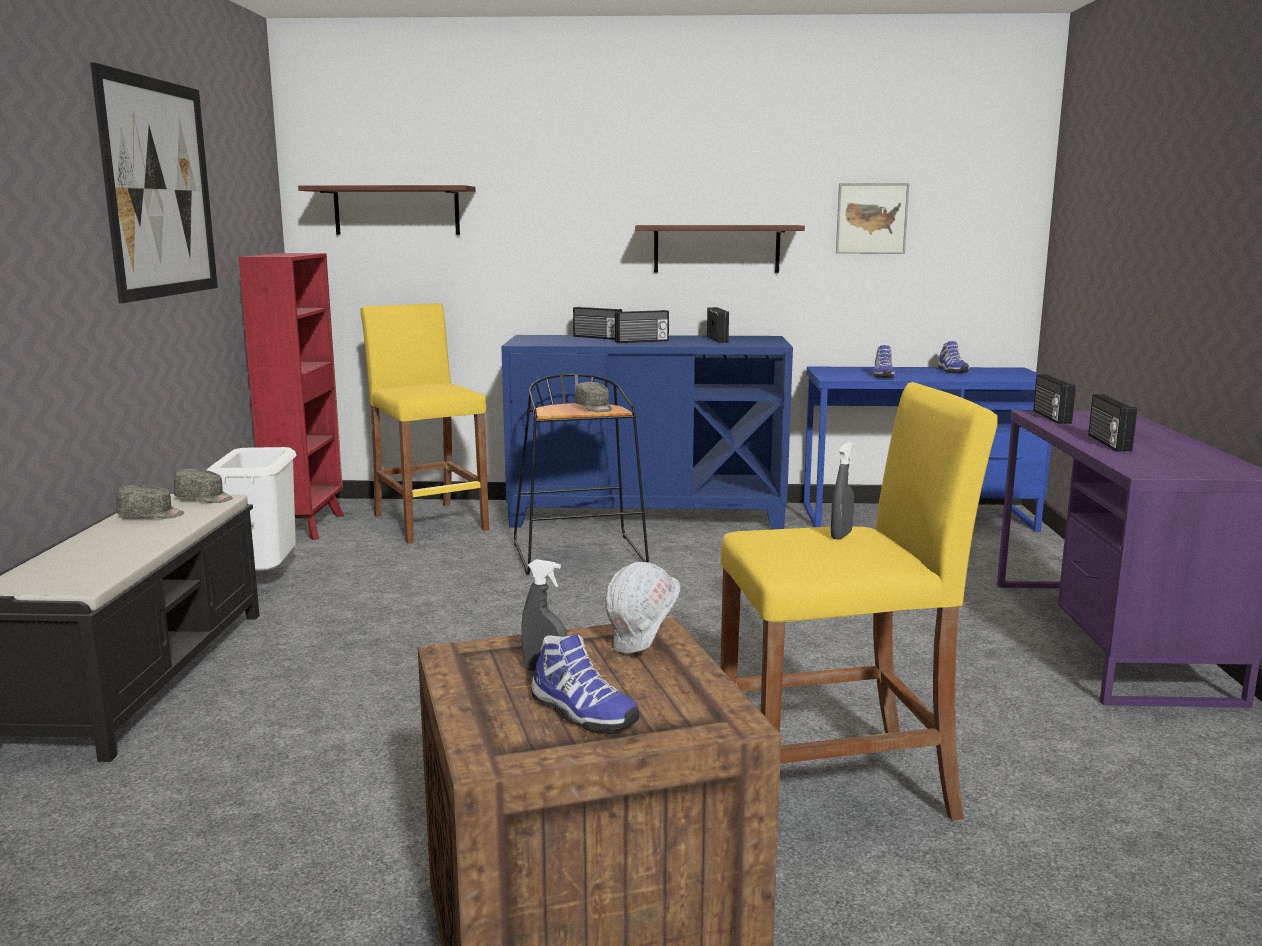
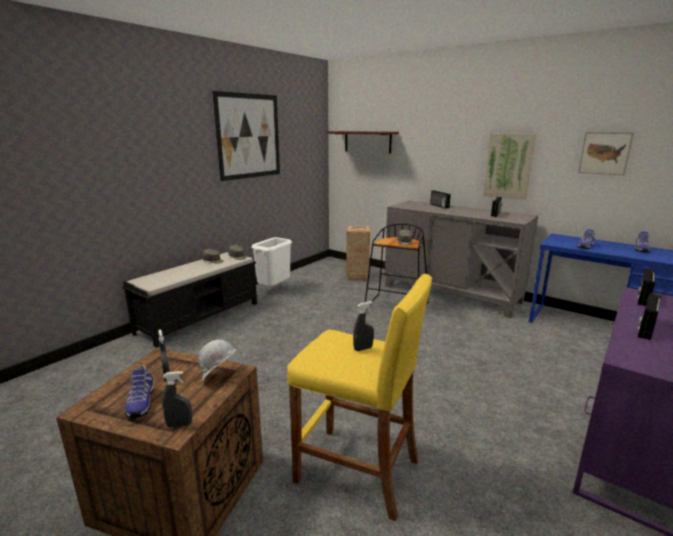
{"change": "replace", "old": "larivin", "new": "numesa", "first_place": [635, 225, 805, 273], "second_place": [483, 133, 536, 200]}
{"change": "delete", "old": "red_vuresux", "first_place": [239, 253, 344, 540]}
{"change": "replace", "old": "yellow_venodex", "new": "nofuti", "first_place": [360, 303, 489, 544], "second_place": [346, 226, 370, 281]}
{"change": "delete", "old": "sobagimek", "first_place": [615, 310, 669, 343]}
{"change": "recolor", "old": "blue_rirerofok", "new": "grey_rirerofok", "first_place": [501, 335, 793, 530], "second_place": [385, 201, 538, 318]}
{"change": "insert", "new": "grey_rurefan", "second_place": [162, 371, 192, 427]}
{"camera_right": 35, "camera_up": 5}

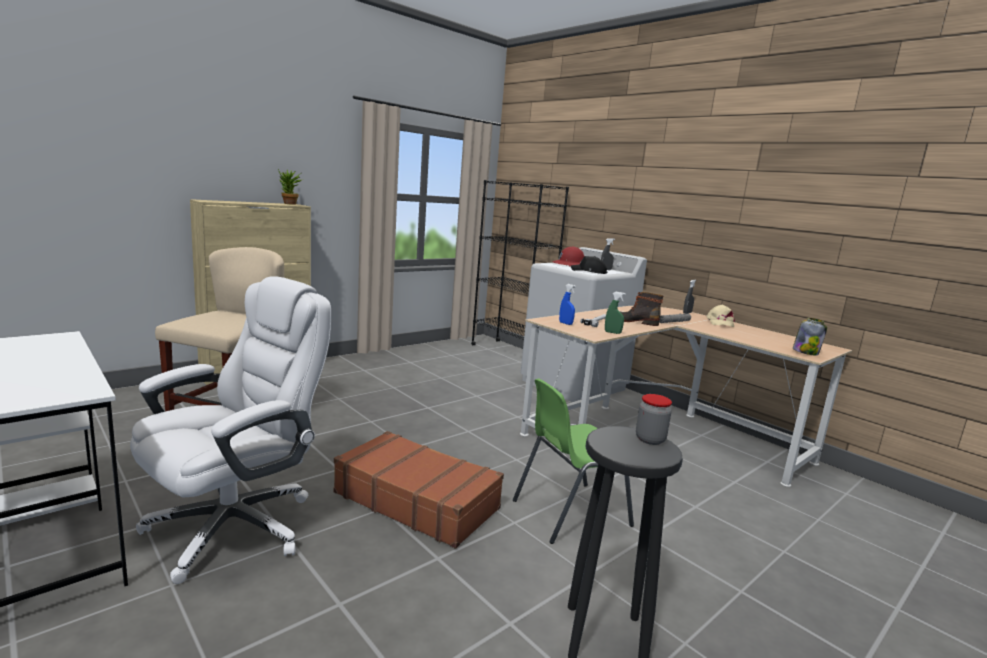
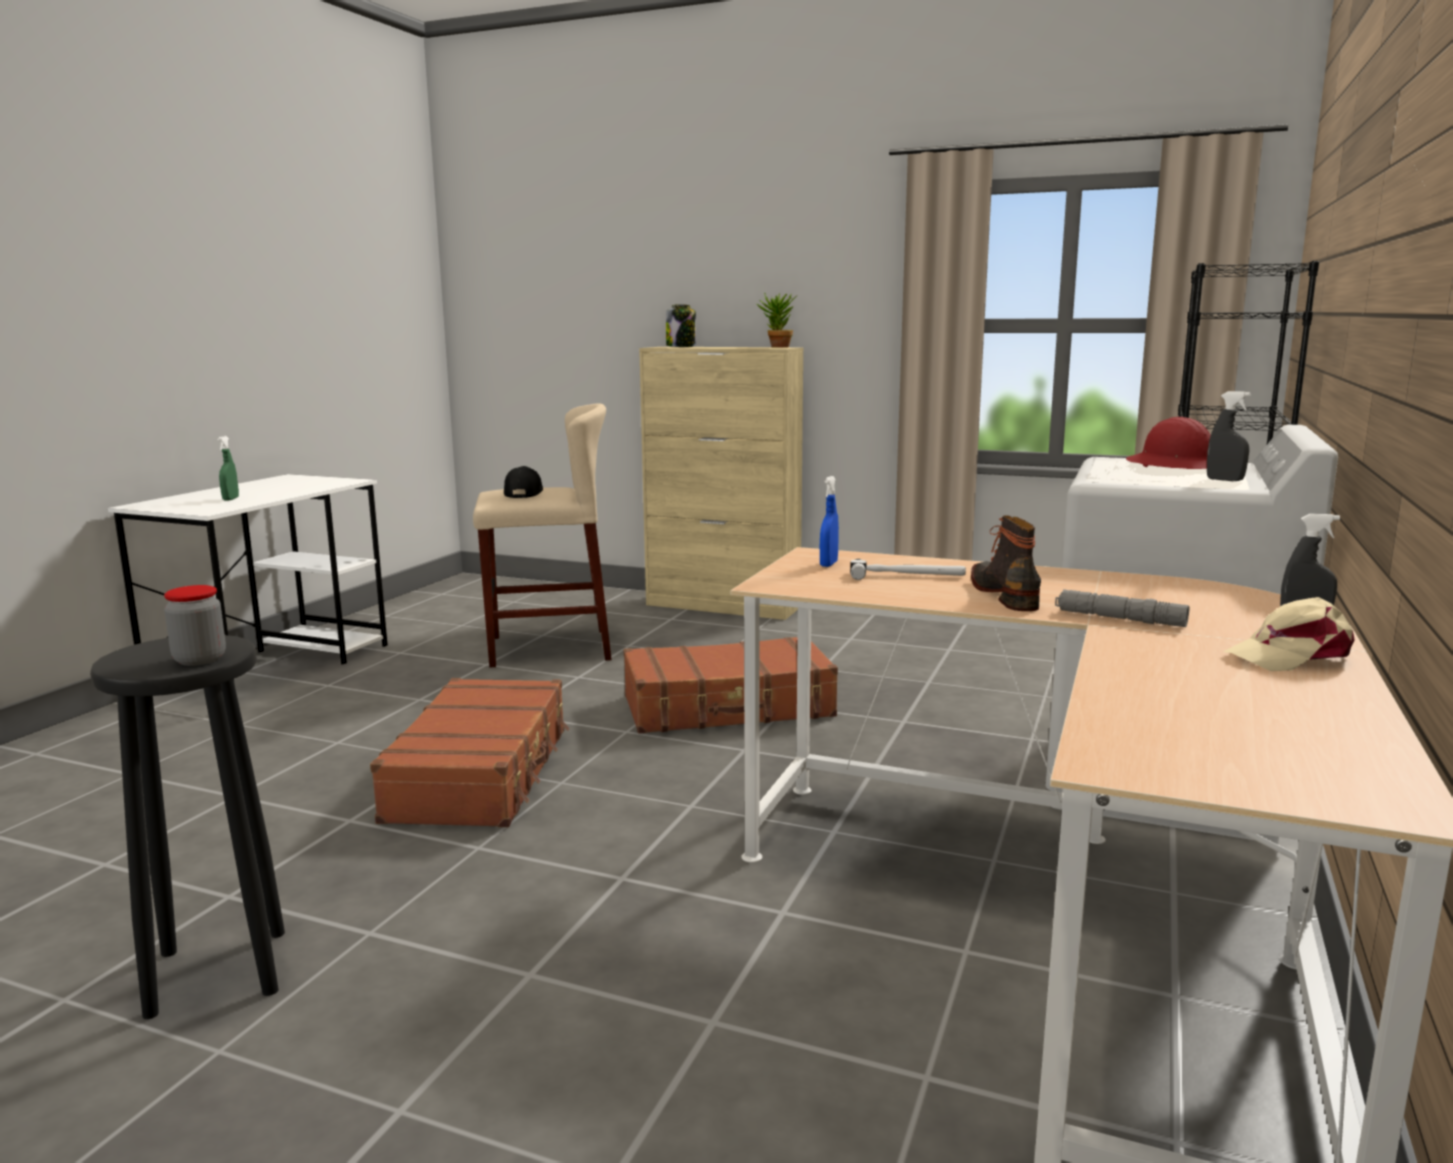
{"change": "move", "old": "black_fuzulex", "first_place": [571, 256, 607, 274], "second_place": [504, 466, 543, 498]}
{"change": "delete", "old": "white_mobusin", "first_place": [130, 276, 331, 584]}
{"change": "move", "old": "green_rurefan", "first_place": [605, 292, 626, 334], "second_place": [217, 436, 239, 500]}
{"change": "move", "old": "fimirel", "first_place": [793, 318, 827, 356], "second_place": [666, 304, 696, 347]}
{"change": "delete", "old": "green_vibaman", "first_place": [513, 378, 634, 544]}
{"change": "insert", "new": "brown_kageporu", "second_place": [623, 637, 838, 734]}
{"camera_right": 65, "camera_up": 0}

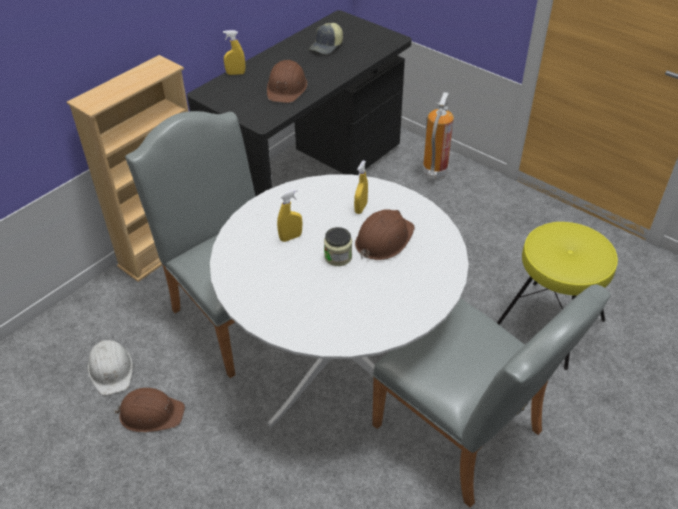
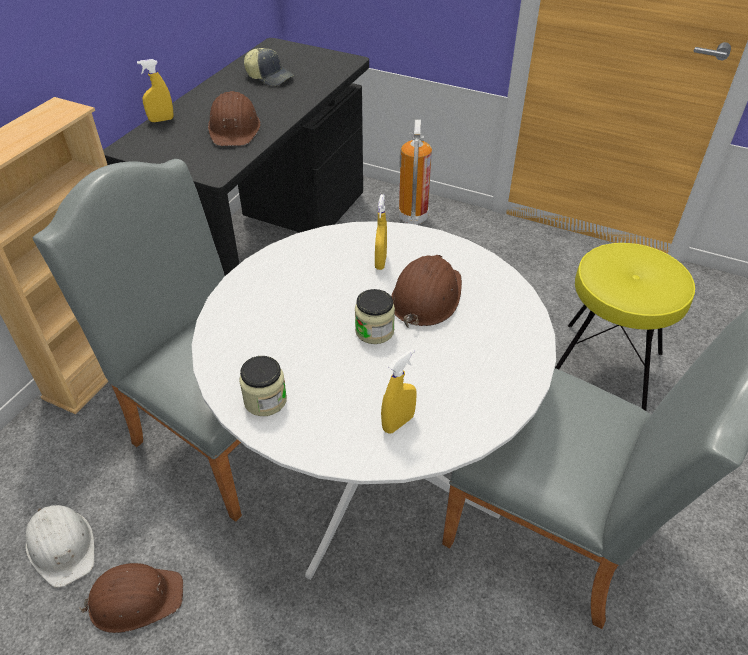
{"change": "rotate", "old": "fuzulex", "first_place": [309, 23, 343, 55], "second_place": [244, 48, 294, 86], "degrees": -75}
{"change": "move", "old": "yellow_rurefan", "first_place": [277, 189, 302, 242], "second_place": [381, 349, 416, 433]}
{"change": "insert", "new": "fimirel", "second_place": [239, 356, 287, 416]}
{"camera_right": -15, "camera_up": 0}

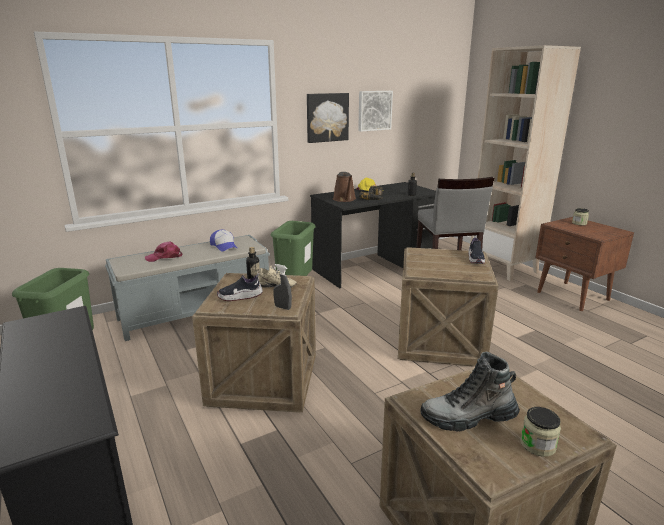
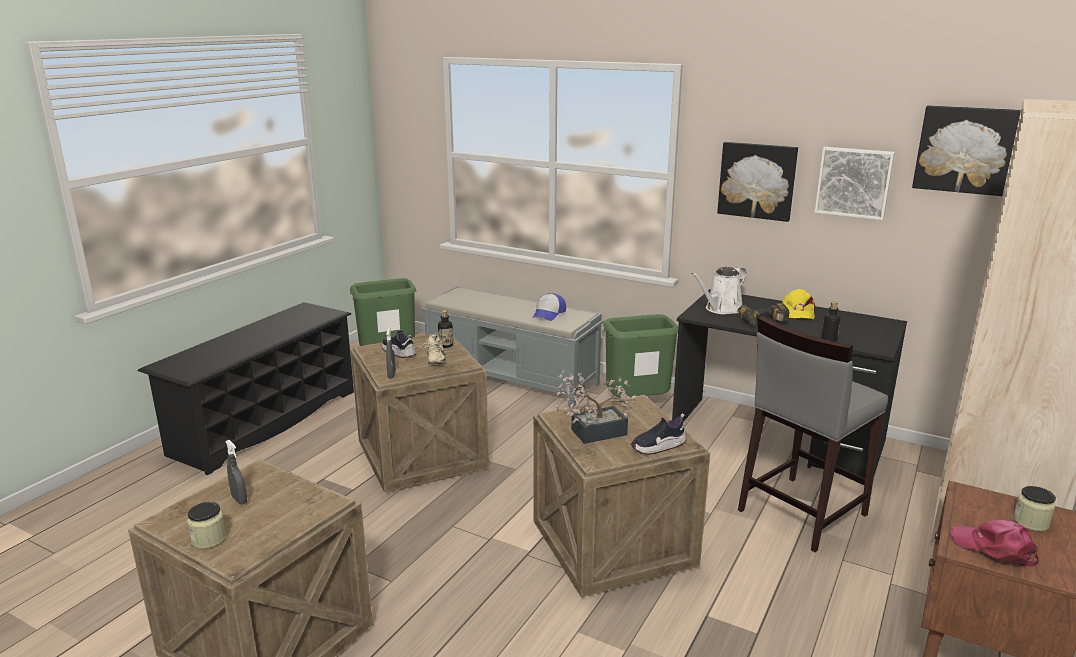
{"change": "recolor", "old": "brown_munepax", "new": "white_munepax", "first_place": [333, 172, 356, 202], "second_place": [691, 267, 747, 314]}
{"change": "move", "old": "pink_fuzulex", "first_place": [145, 241, 183, 262], "second_place": [950, 520, 1039, 567]}
{"change": "replace", "old": "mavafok", "new": "grey_rurefan", "first_place": [421, 351, 520, 431], "second_place": [226, 440, 247, 504]}
{"change": "insert", "new": "numesa", "second_place": [912, 105, 1021, 196]}
{"change": "insert", "new": "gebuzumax", "second_place": [555, 370, 636, 444]}
{"camera_right": 60, "camera_up": 0}

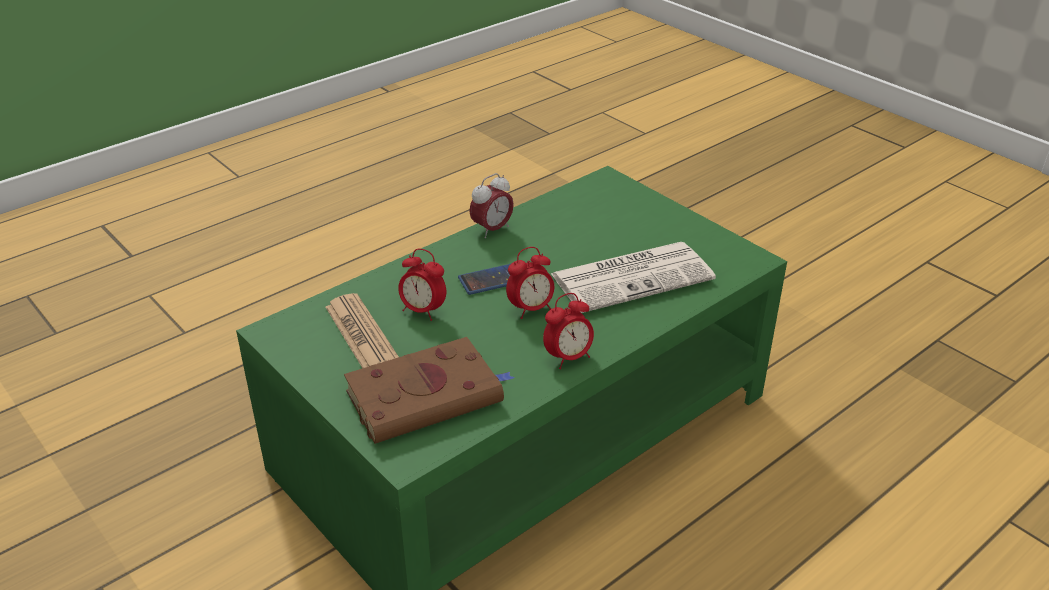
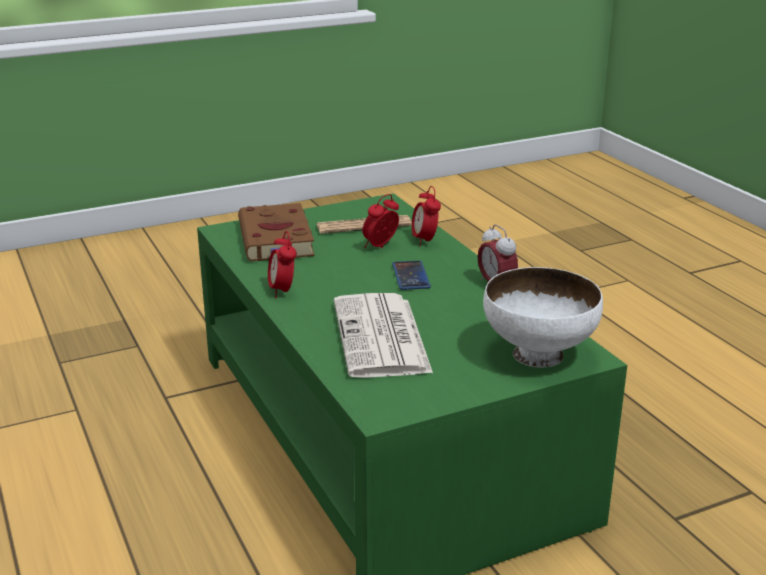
{"change": "move", "old": "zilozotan", "first_place": [506, 247, 554, 319], "second_place": [412, 186, 441, 246]}
{"change": "insert", "new": "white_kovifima", "second_place": [483, 267, 603, 368]}
{"camera_right": 105, "camera_up": -10}

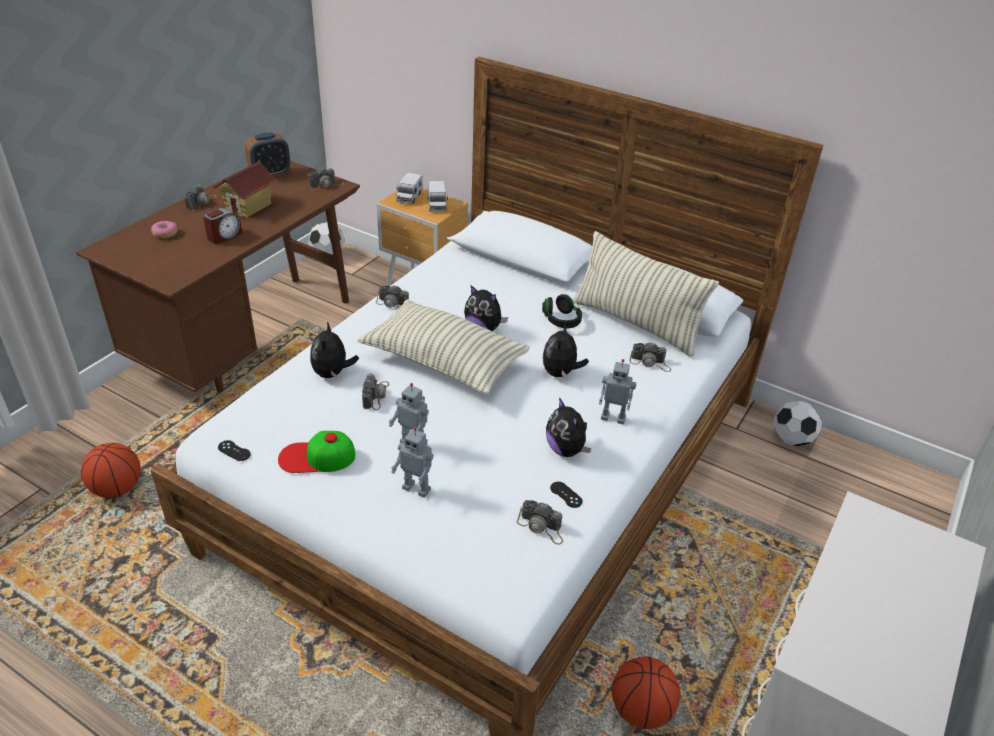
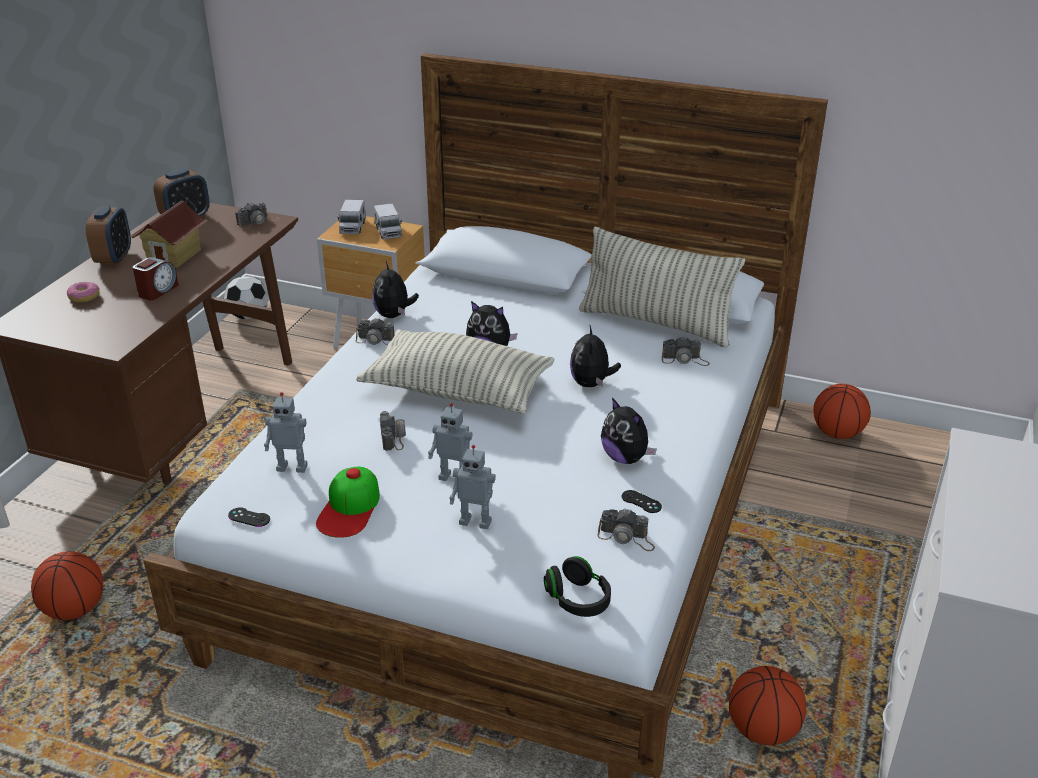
{"change": "replace", "old": "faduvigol", "new": "zilozotan", "first_place": [184, 185, 217, 211], "second_place": [86, 206, 131, 265]}
{"change": "move", "old": "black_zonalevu", "first_place": [542, 294, 582, 328], "second_place": [544, 556, 611, 617]}
{"change": "move", "old": "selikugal", "first_place": [310, 322, 359, 379], "second_place": [372, 262, 419, 318]}
{"change": "move", "old": "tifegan", "first_place": [599, 359, 636, 424], "second_place": [264, 392, 308, 473]}
{"change": "replace", "old": "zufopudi", "new": "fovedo", "first_place": [773, 401, 822, 446], "second_place": [813, 384, 871, 439]}
{"change": "rotate", "old": "fuzulex", "first_place": [278, 431, 355, 473], "second_place": [316, 467, 380, 538], "degrees": -60}
{"camera_right": -10, "camera_up": -5}

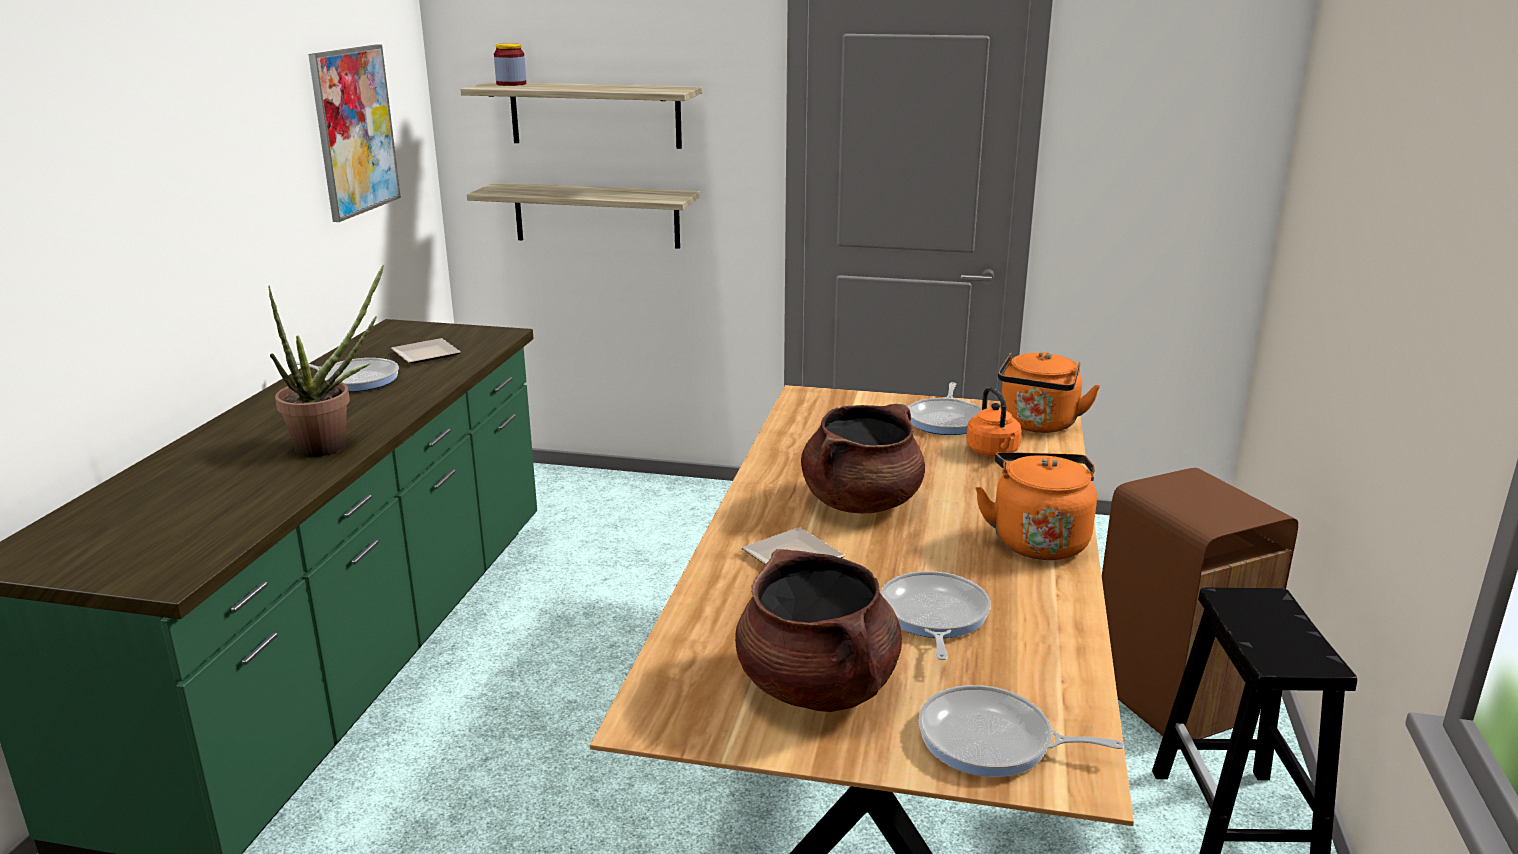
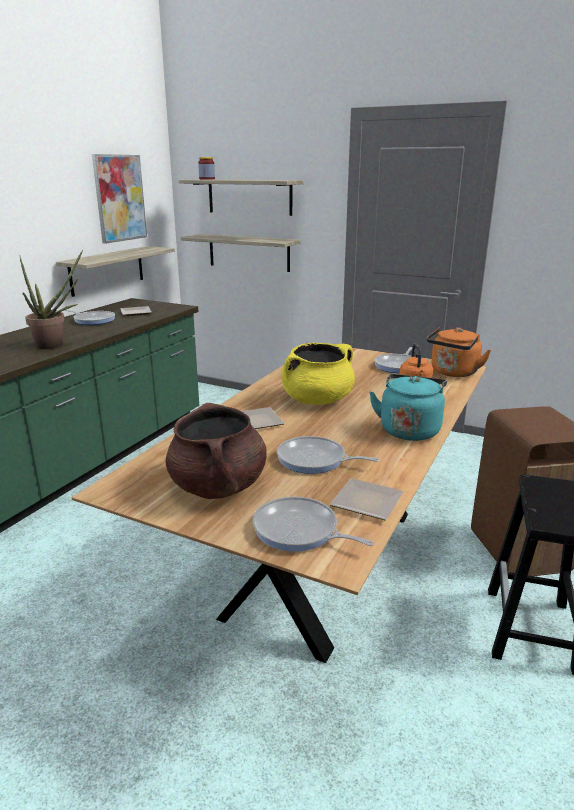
{"change": "recolor", "old": "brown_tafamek", "new": "yellow_tafamek", "first_place": [801, 404, 925, 513], "second_place": [281, 343, 355, 405]}
{"change": "recolor", "old": "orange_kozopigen", "new": "turquoise_kozopigen", "first_place": [975, 452, 1097, 560], "second_place": [369, 374, 447, 441]}
{"change": "rotate", "old": "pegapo", "first_place": [881, 571, 990, 660], "second_place": [277, 436, 379, 474], "degrees": -90}
{"change": "insert", "new": "larivin", "second_place": [56, 246, 175, 297]}
{"change": "insert", "new": "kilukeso", "second_place": [330, 478, 404, 520]}
{"camera_right": 15, "camera_up": 0}

